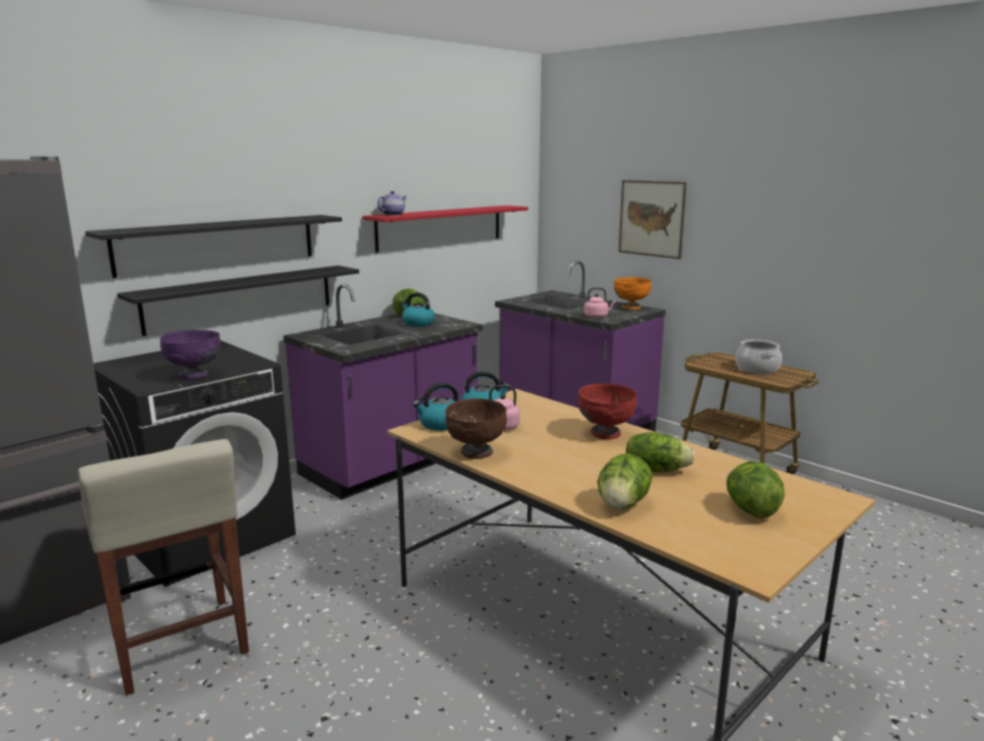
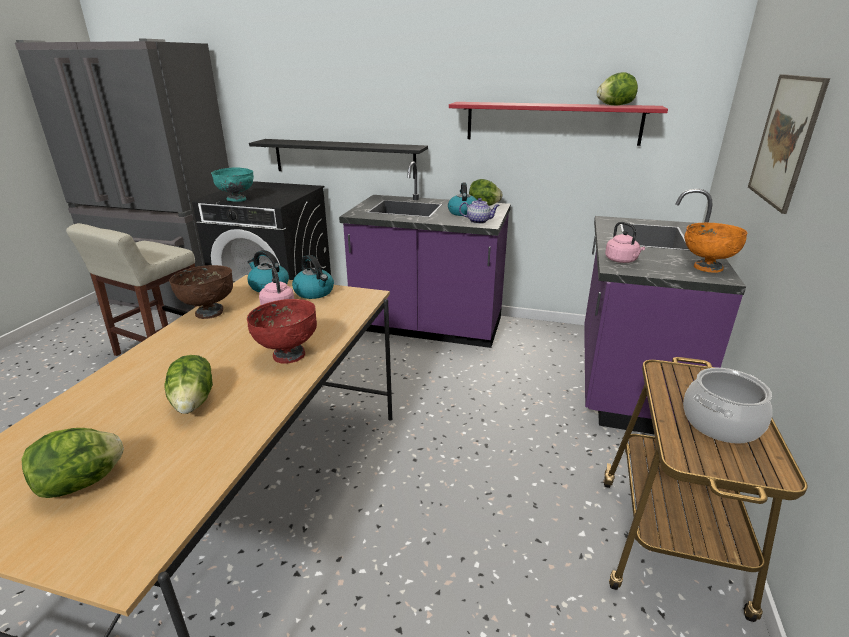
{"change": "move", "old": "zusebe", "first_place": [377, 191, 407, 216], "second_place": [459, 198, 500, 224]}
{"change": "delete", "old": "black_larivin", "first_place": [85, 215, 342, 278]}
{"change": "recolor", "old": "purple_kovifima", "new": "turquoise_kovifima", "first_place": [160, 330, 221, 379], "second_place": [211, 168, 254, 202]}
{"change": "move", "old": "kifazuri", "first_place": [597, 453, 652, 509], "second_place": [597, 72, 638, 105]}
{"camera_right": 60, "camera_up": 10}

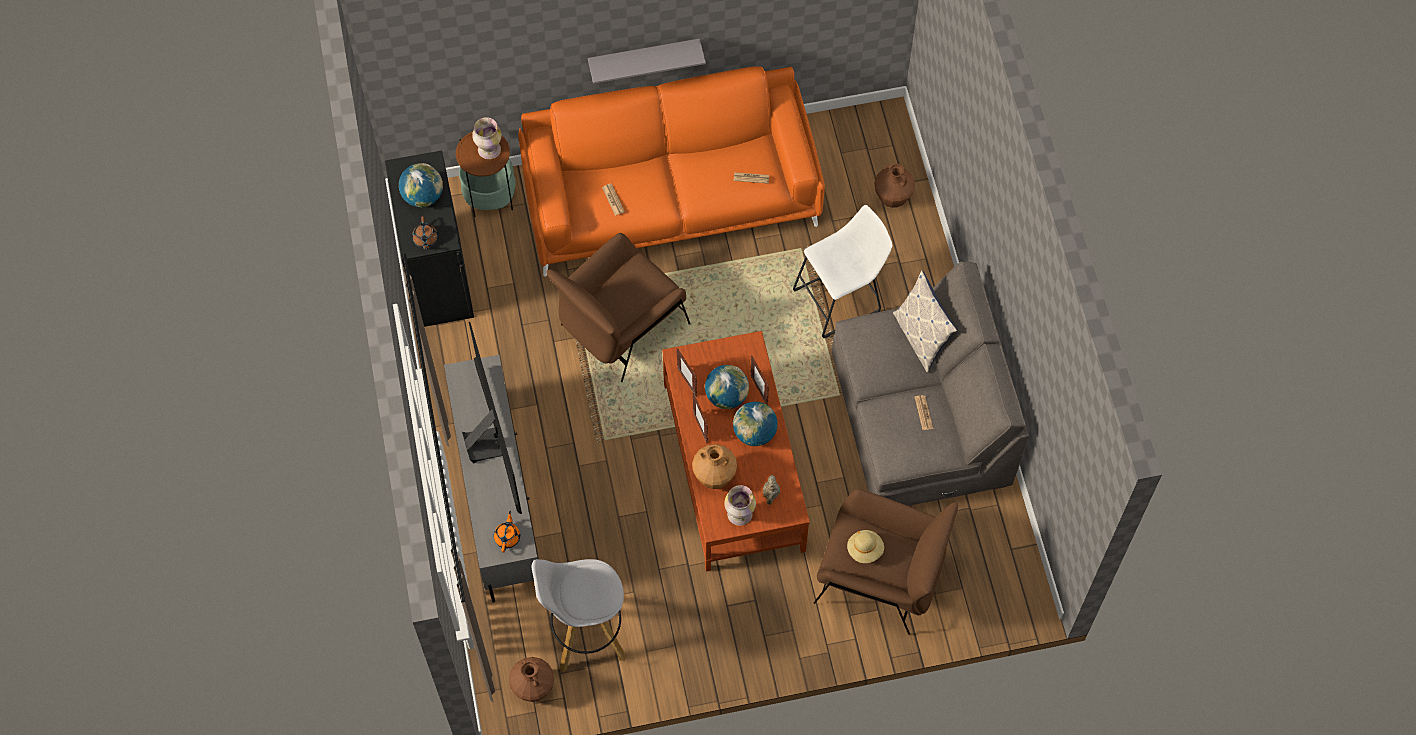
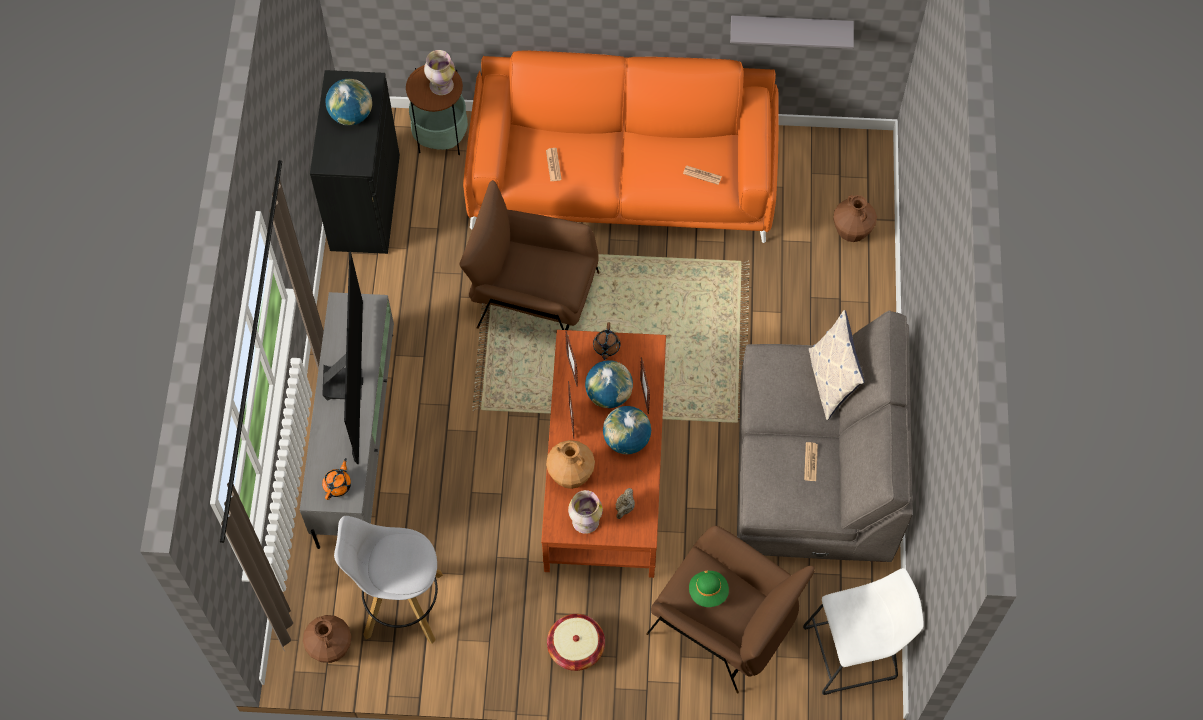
{"change": "move", "old": "grey_larivin", "first_place": [588, 38, 706, 84], "second_place": [730, 16, 854, 49]}
{"change": "move", "old": "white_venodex", "first_place": [793, 205, 893, 338], "second_place": [803, 568, 924, 695]}
{"change": "move", "old": "brown_zusebe", "first_place": [412, 216, 438, 250], "second_place": [593, 323, 620, 360]}
{"change": "rotate", "old": "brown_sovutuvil", "first_place": [547, 233, 691, 382], "second_place": [459, 180, 599, 330], "degrees": 45}
{"change": "recolor", "old": "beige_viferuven", "new": "green_viferuven", "first_place": [847, 530, 884, 563], "second_place": [689, 571, 729, 607]}
{"change": "insert", "new": "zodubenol", "second_place": [547, 614, 605, 671]}
{"camera_right": 15, "camera_up": 0}

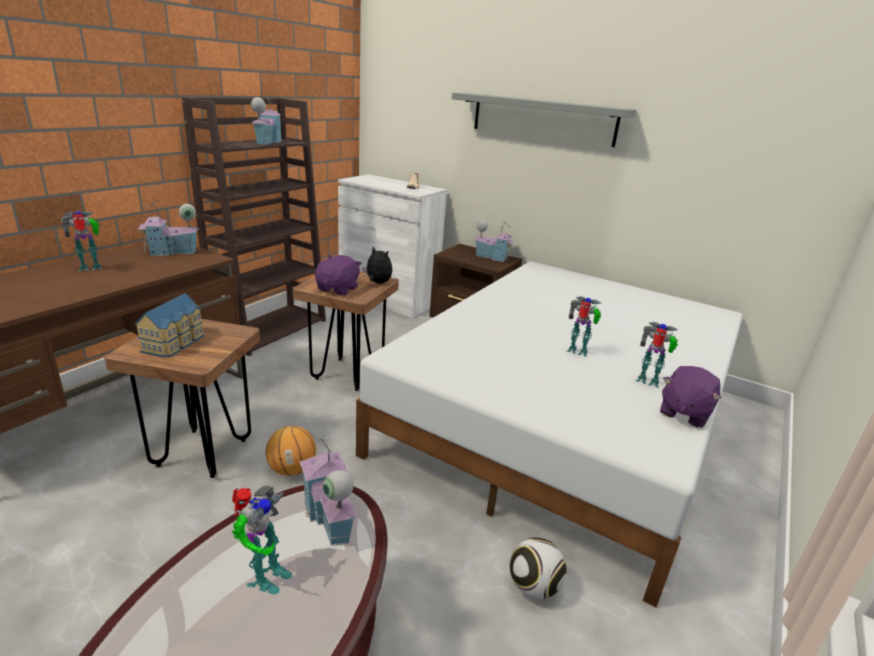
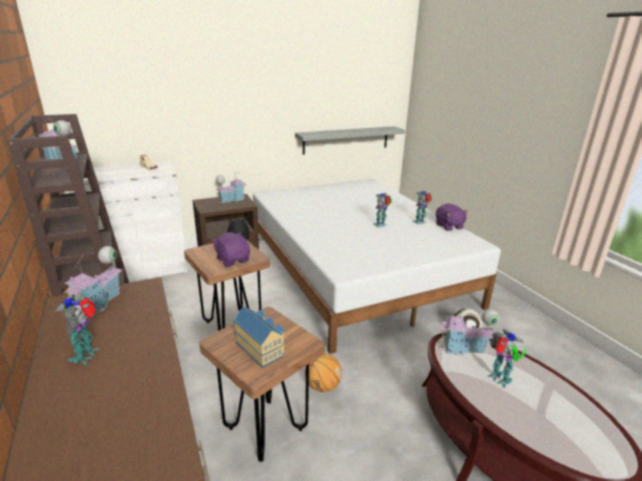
{"change": "move", "old": "grey_larivin", "first_place": [452, 93, 637, 147], "second_place": [295, 126, 405, 155]}
{"camera_right": -55, "camera_up": 0}

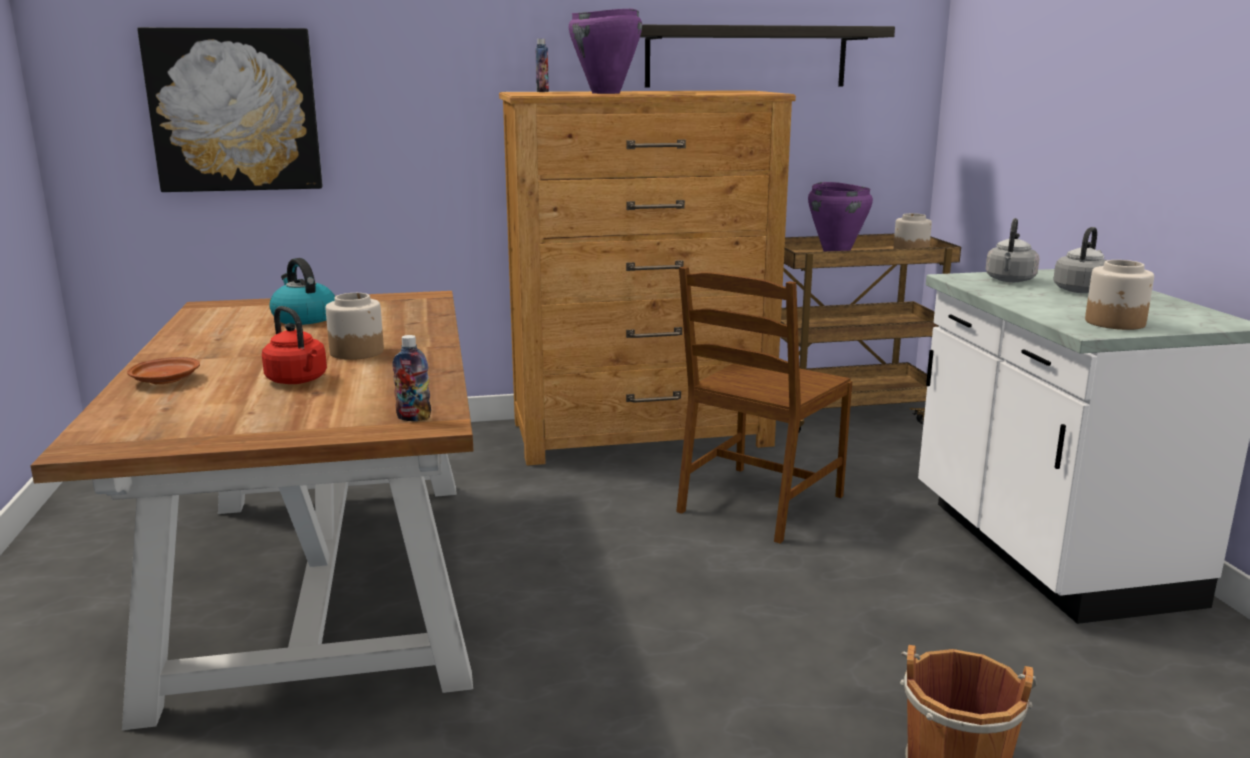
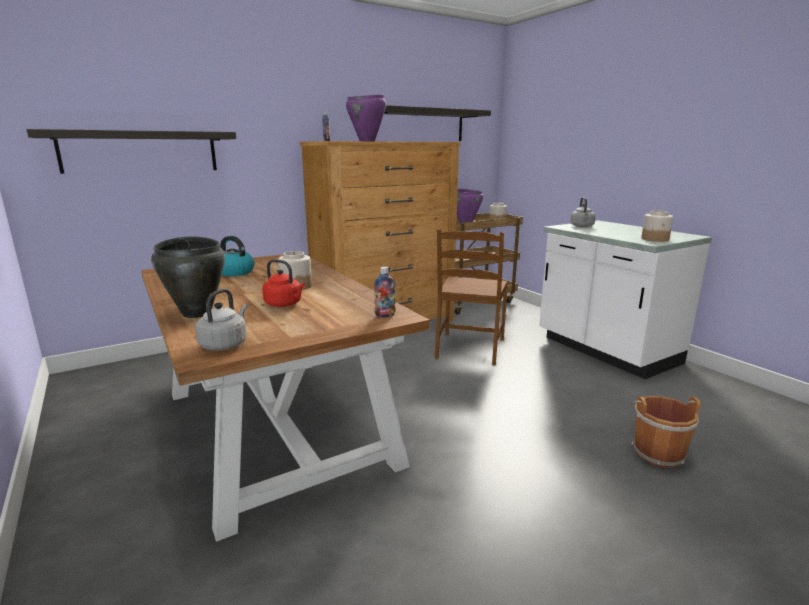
{"change": "replace", "old": "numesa", "new": "larivin", "first_place": [138, 27, 322, 192], "second_place": [26, 129, 236, 174]}
{"change": "move", "old": "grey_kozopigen", "first_place": [1053, 227, 1107, 293], "second_place": [195, 288, 247, 350]}
{"change": "replace", "old": "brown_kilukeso", "new": "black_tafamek", "first_place": [127, 357, 200, 384], "second_place": [151, 237, 225, 318]}
{"camera_right": -20, "camera_up": 0}

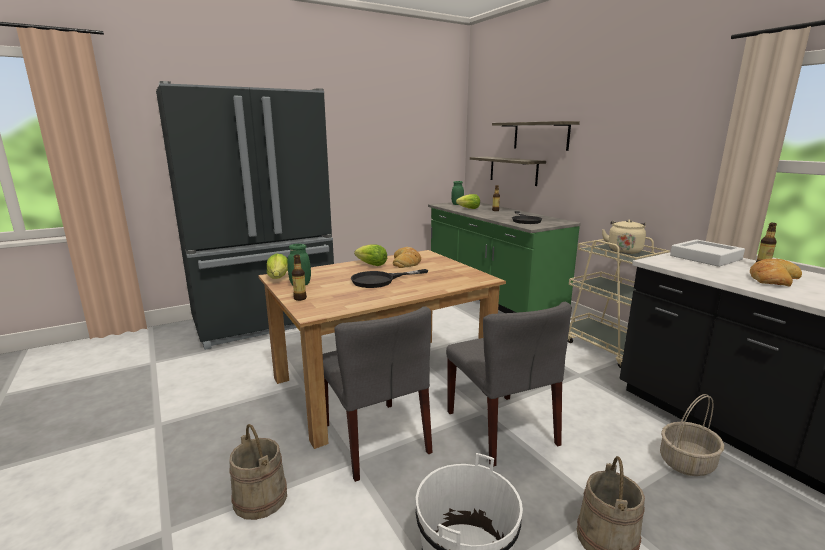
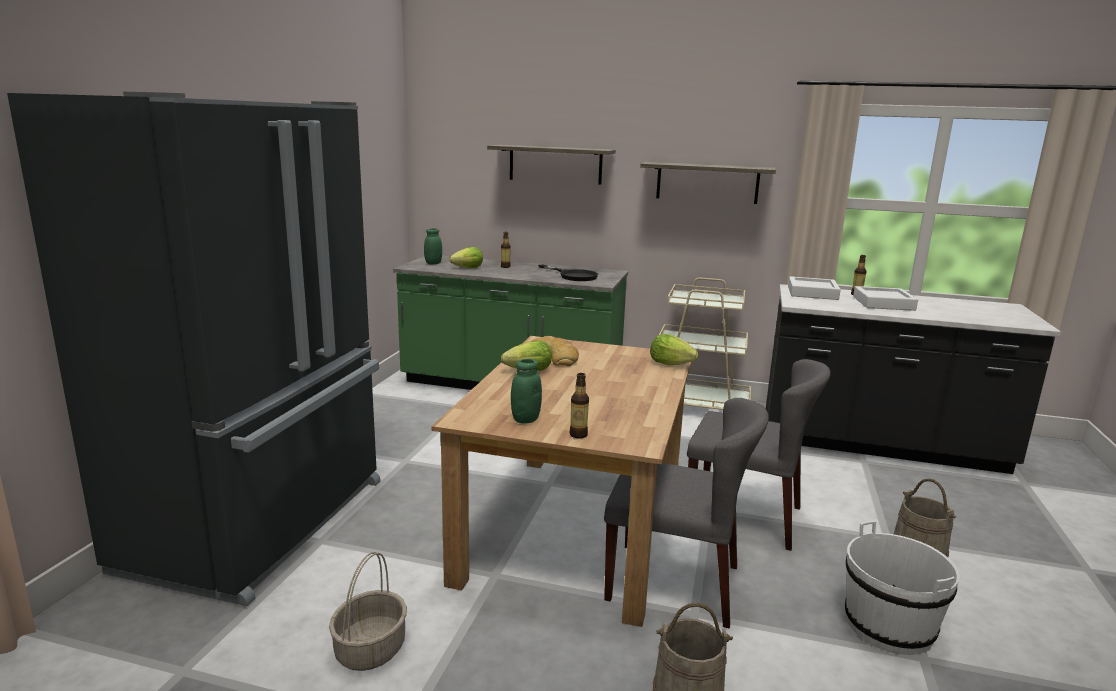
{"change": "move", "old": "larivin", "first_place": [470, 157, 546, 186], "second_place": [640, 162, 776, 204]}
{"change": "delete", "old": "beige_kozopigen", "first_place": [602, 220, 646, 254]}
{"change": "move", "old": "kifazuri", "first_place": [267, 254, 288, 279], "second_place": [650, 334, 699, 365]}
{"change": "replace", "old": "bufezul", "new": "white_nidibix", "first_place": [750, 258, 802, 286], "second_place": [853, 286, 918, 311]}
{"change": "delete", "old": "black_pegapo", "first_place": [351, 269, 428, 288]}
{"change": "move", "old": "zodubenol", "first_place": [660, 394, 724, 476], "second_place": [329, 552, 407, 671]}
{"camera_right": -45, "camera_up": 0}

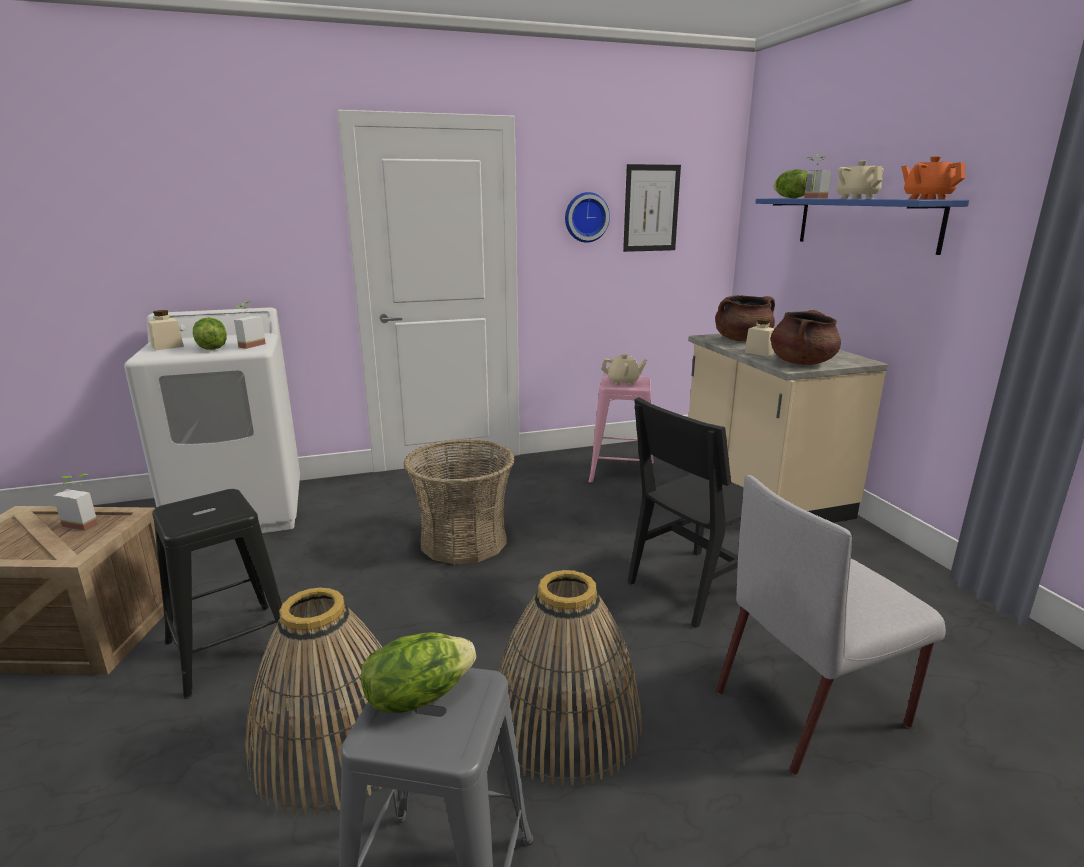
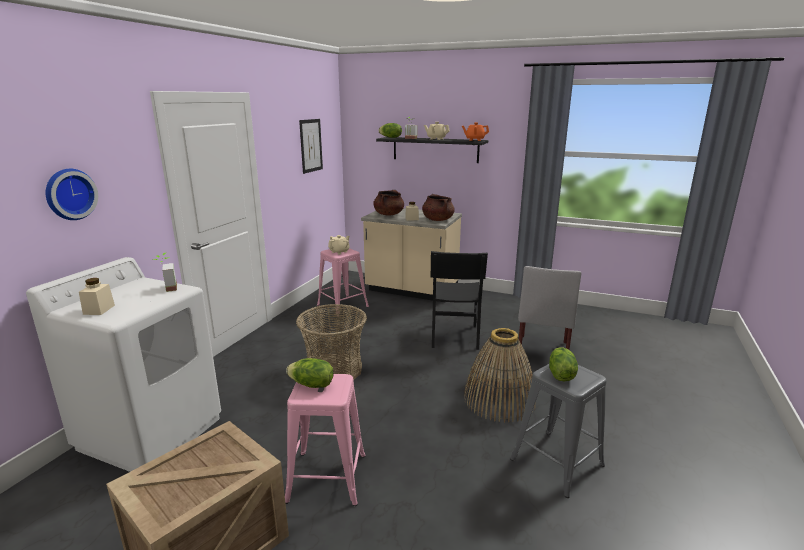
{"change": "move", "old": "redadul", "first_place": [565, 192, 610, 243], "second_place": [46, 169, 98, 220]}
{"change": "recolor", "old": "blue_larivin", "new": "black_larivin", "first_place": [755, 199, 969, 255], "second_place": [376, 137, 488, 163]}
{"change": "move", "old": "kifazuri", "first_place": [193, 317, 227, 350], "second_place": [286, 358, 334, 388]}
{"change": "delete", "old": "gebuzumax", "first_place": [53, 474, 98, 531]}
{"change": "recolor", "old": "black_venodex", "new": "pink_venodex", "first_place": [152, 489, 282, 699], "second_place": [285, 374, 366, 506]}
{"change": "delete", "old": "zodubenol", "first_place": [245, 587, 382, 816]}
{"camera_right": -50, "camera_up": 0}

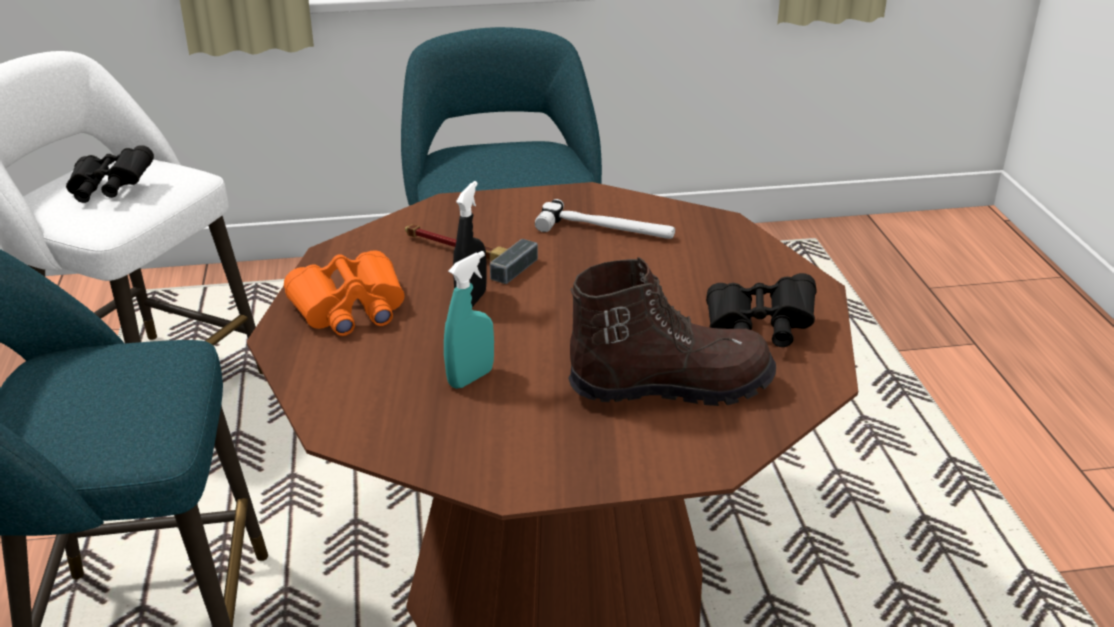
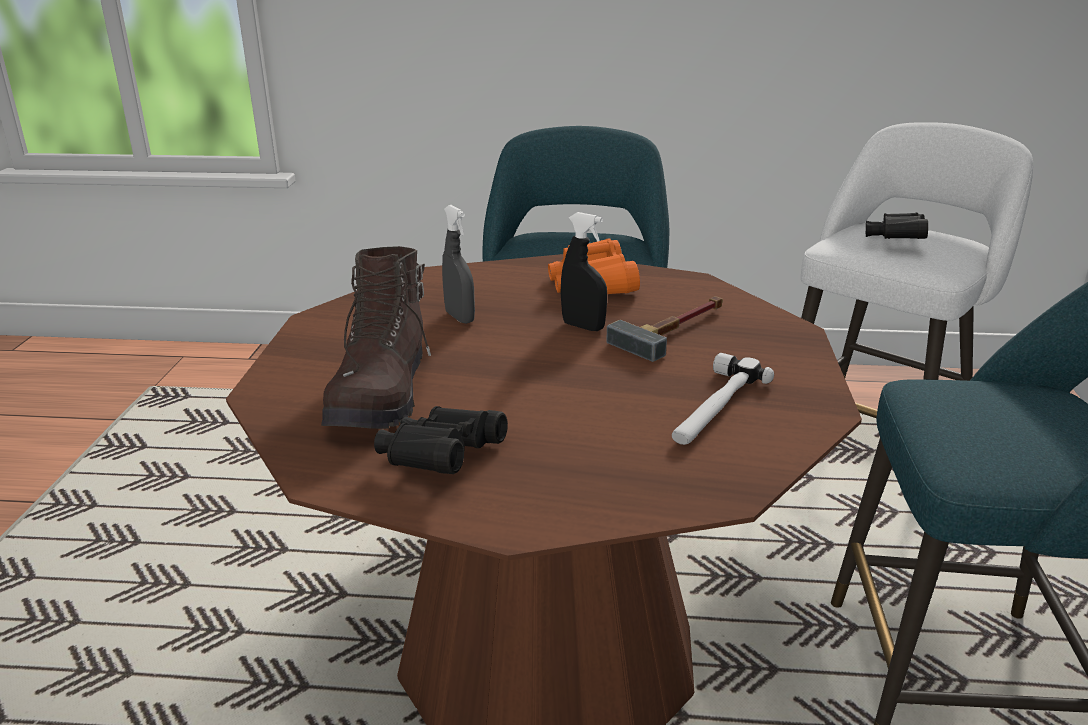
{"change": "recolor", "old": "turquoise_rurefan", "new": "grey_rurefan", "first_place": [444, 251, 494, 389], "second_place": [442, 205, 475, 324]}
{"camera_right": 105, "camera_up": -5}

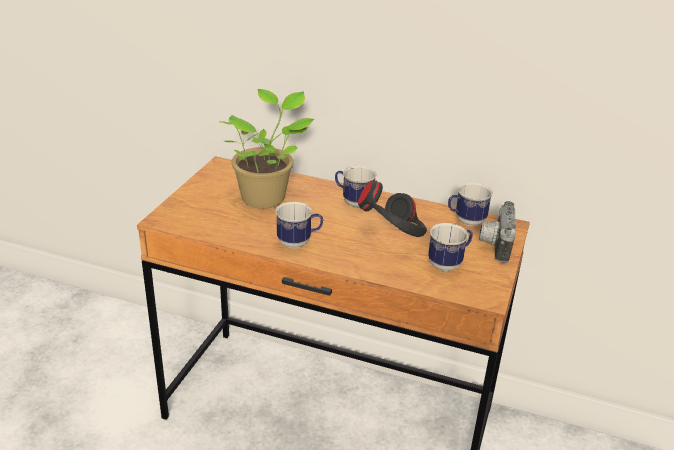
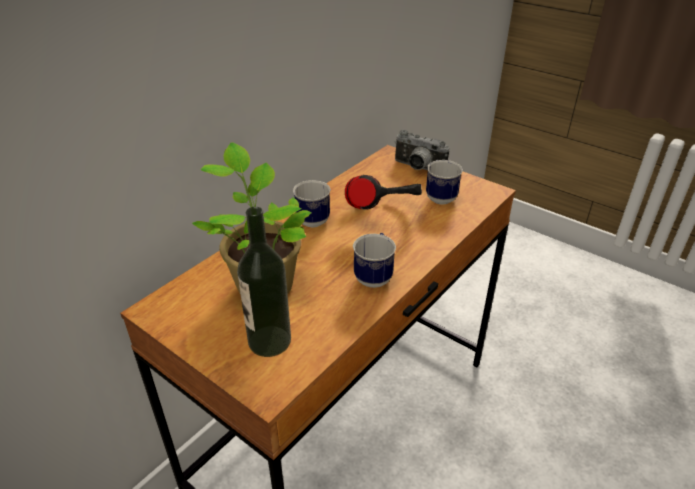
{"change": "delete", "old": "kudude", "first_place": [448, 182, 493, 226]}
{"change": "insert", "new": "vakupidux", "second_place": [237, 207, 291, 357]}
{"camera_right": -70, "camera_up": 5}

